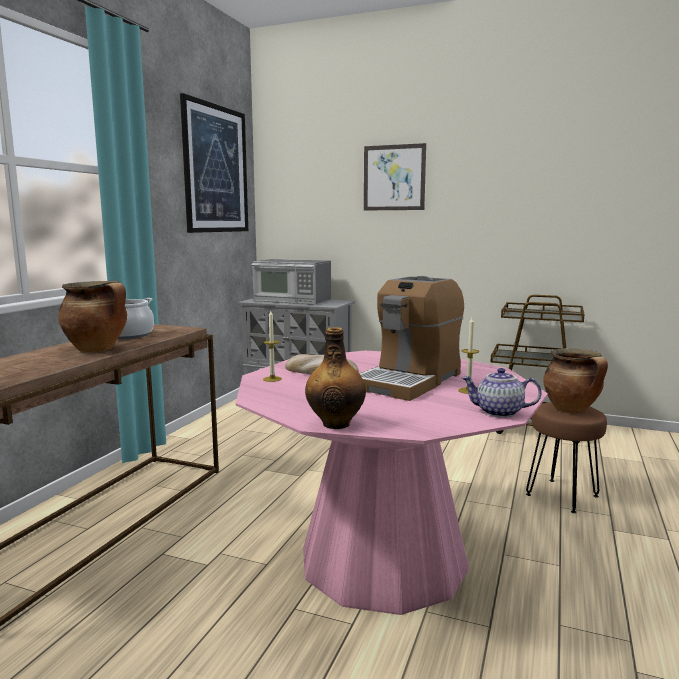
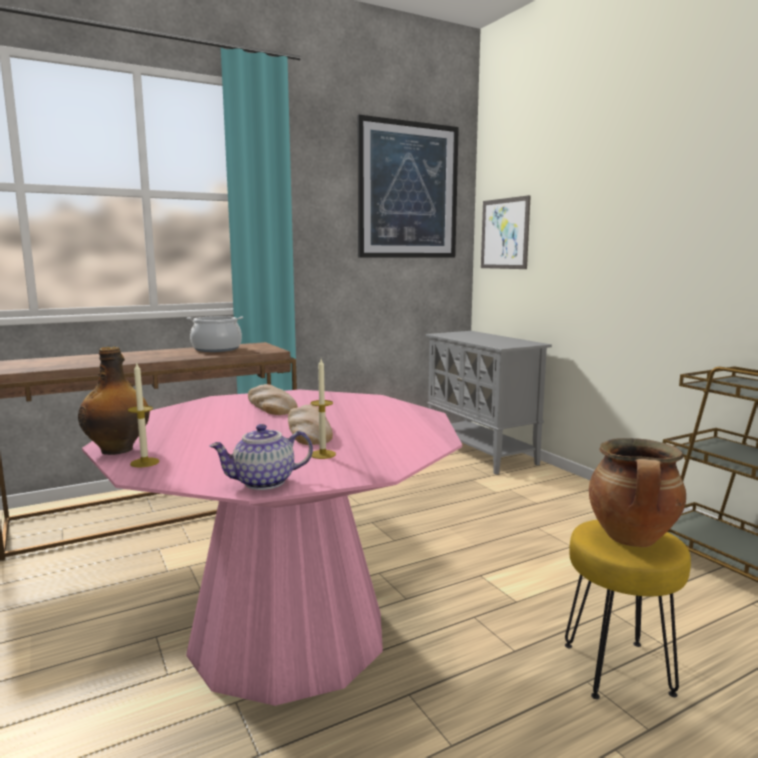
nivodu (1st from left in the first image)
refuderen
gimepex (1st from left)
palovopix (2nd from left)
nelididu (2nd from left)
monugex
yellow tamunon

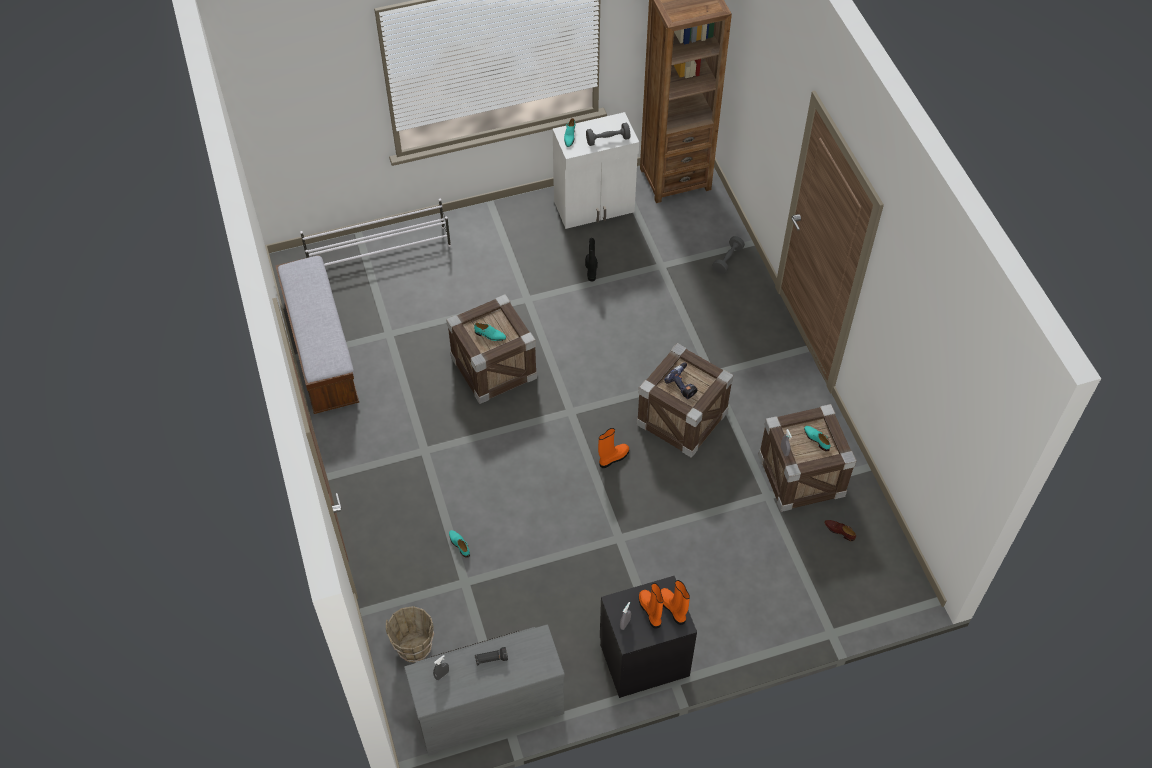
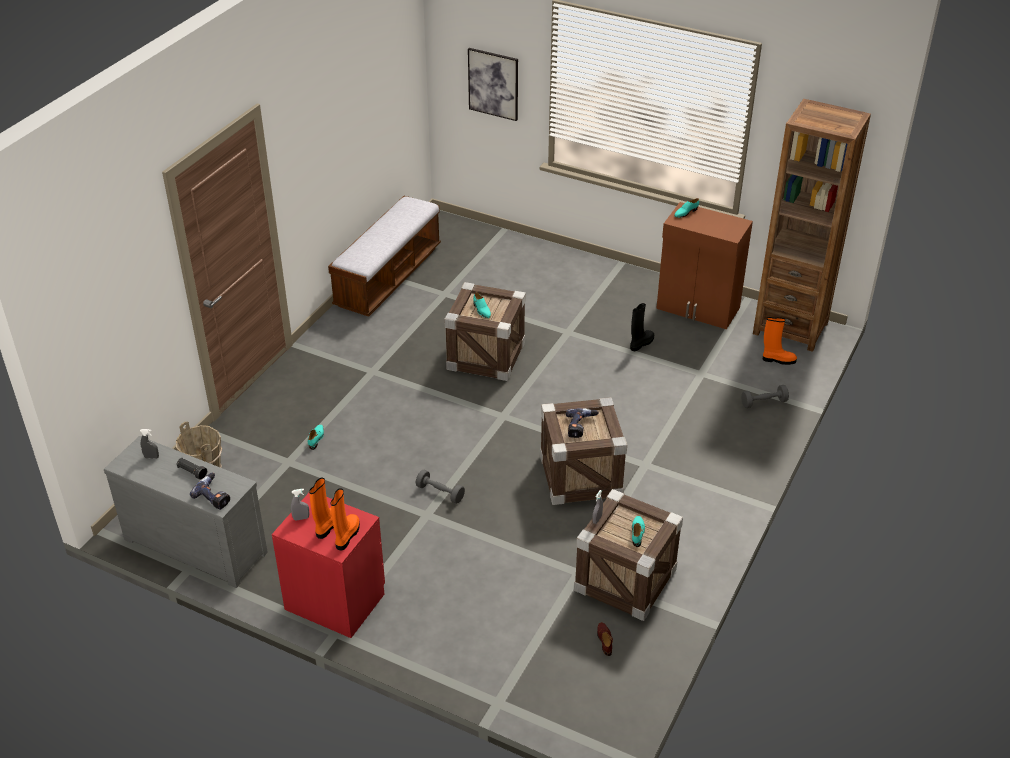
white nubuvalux
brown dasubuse
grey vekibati (1st from left)
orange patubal (3rd from left)
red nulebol
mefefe (1st from left)
nelididu

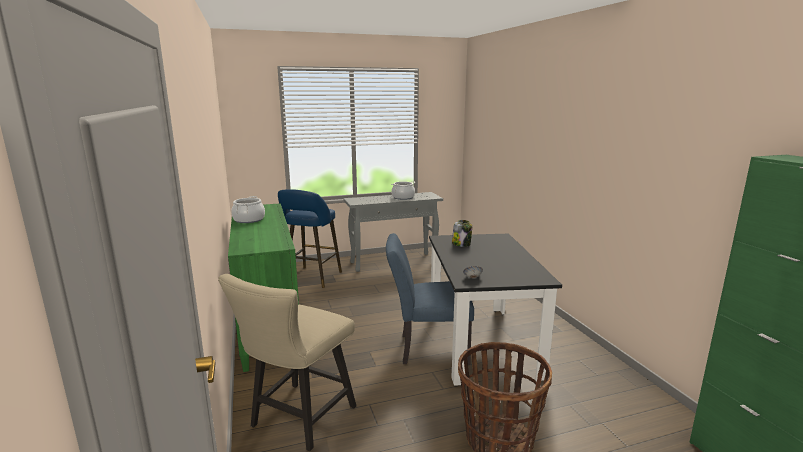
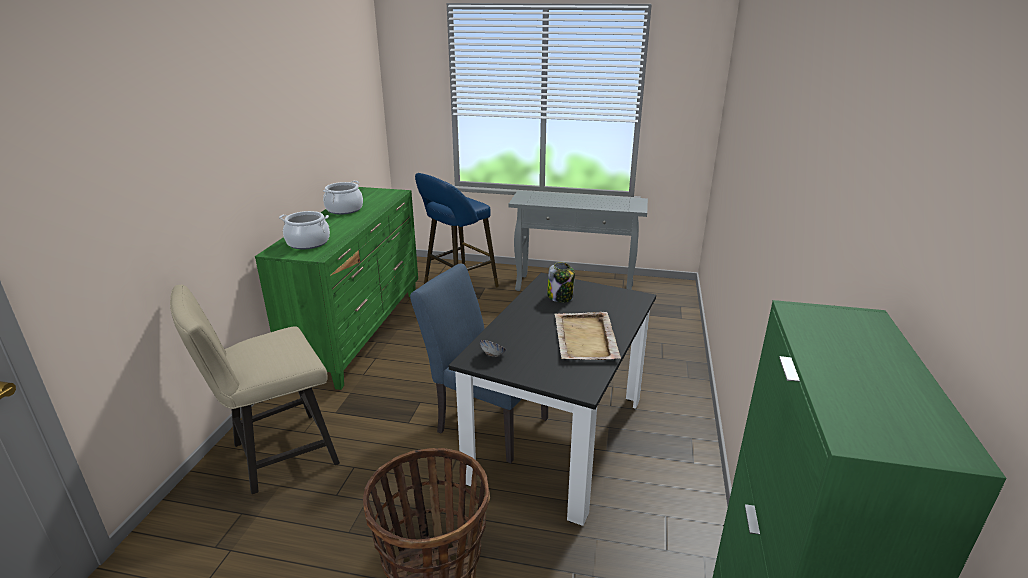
nivodu (1st from left)
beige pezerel

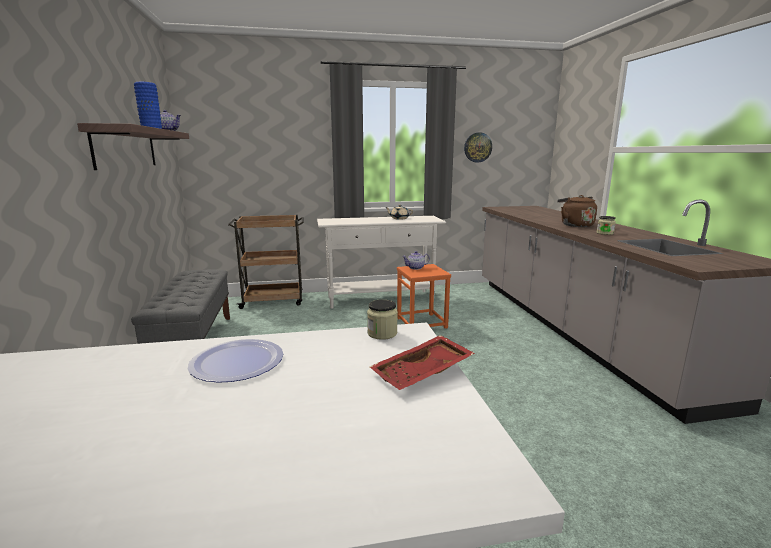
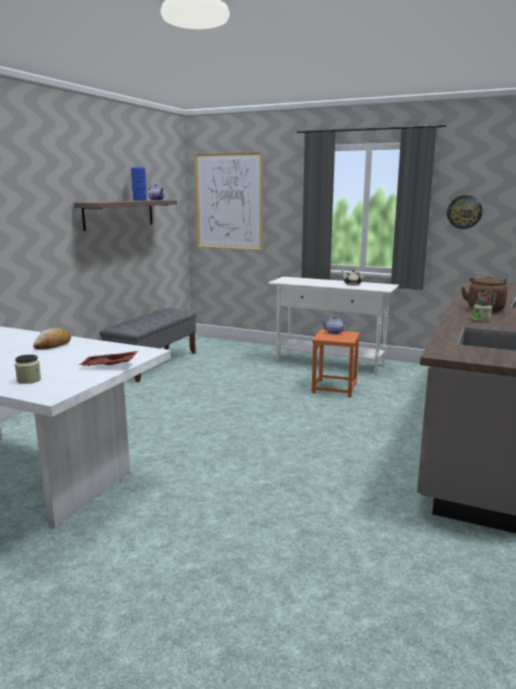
palovopix
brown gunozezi
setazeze (1st from left)
nelididu

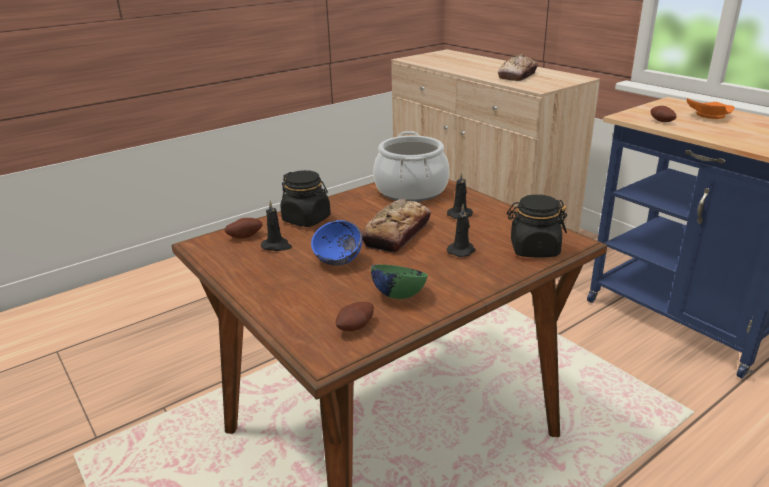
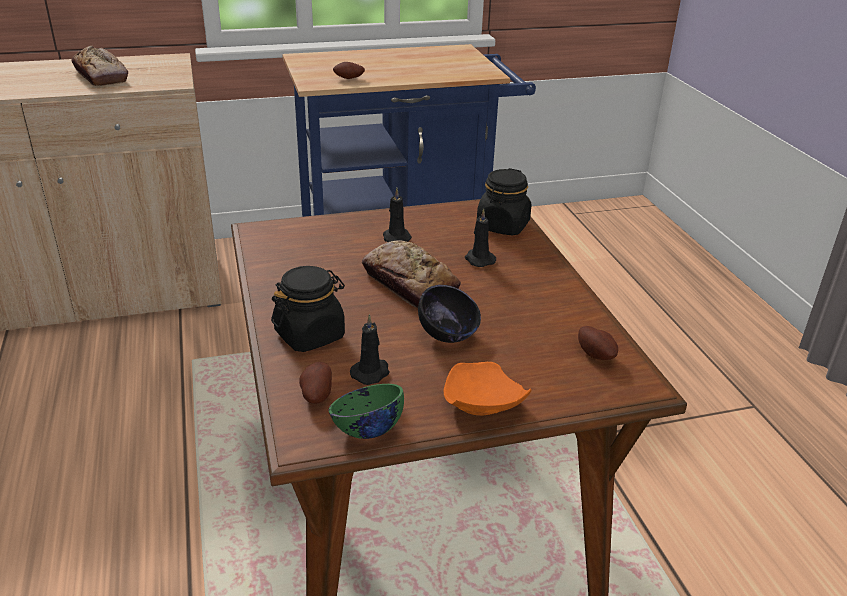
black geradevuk
green geradevuk
nivodu
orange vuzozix

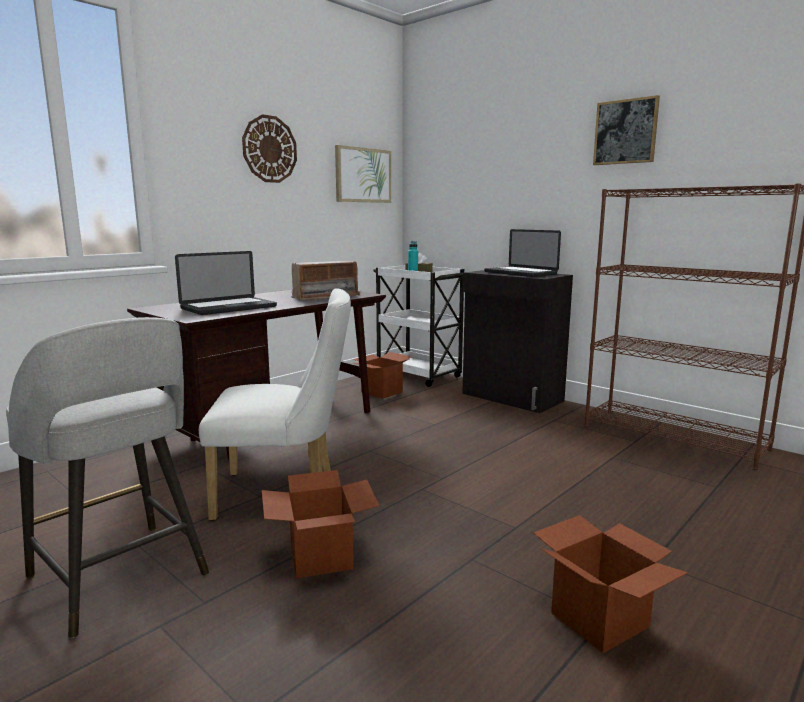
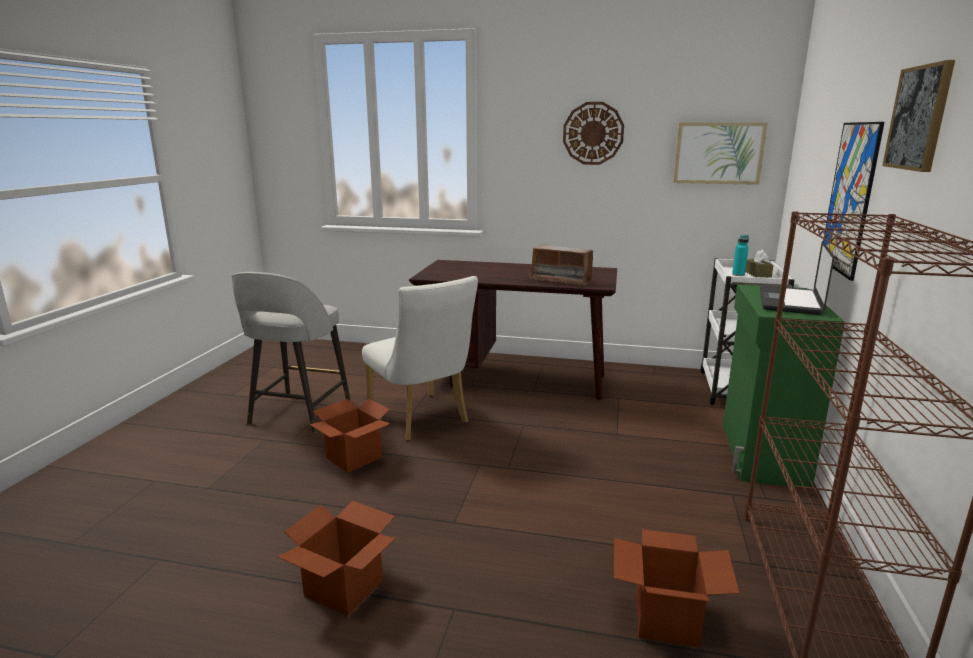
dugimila (1st from left in the first image)
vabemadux (3rd from left)
green dasubuse
nelididu (2nd from left)

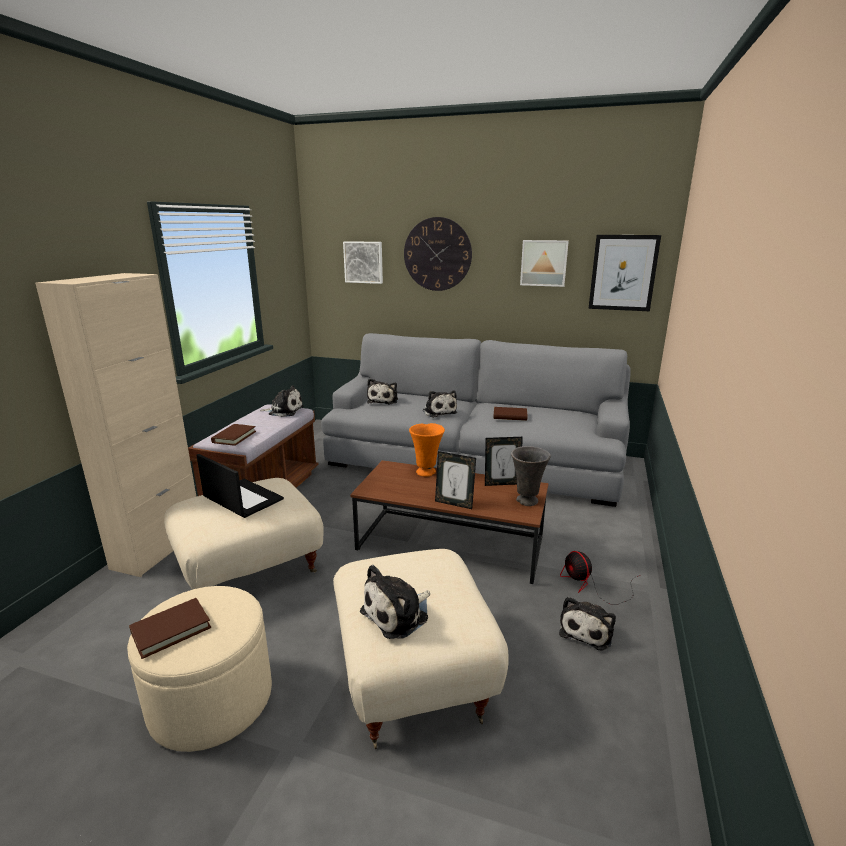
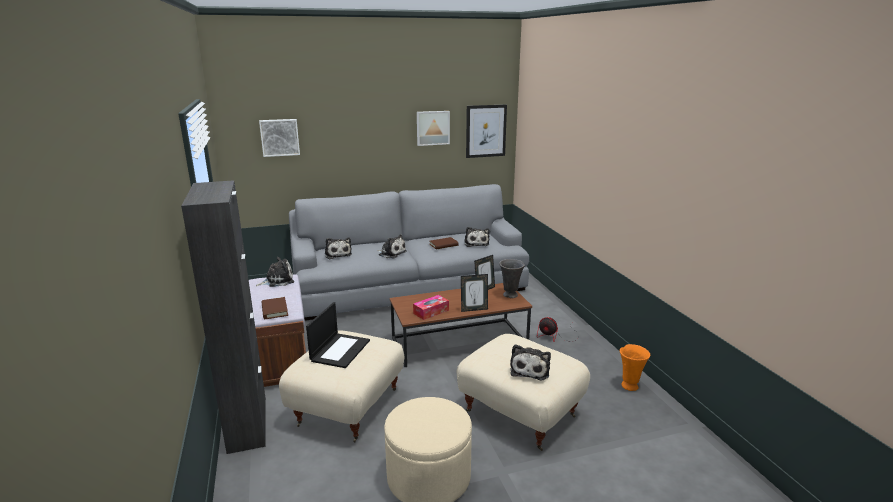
black dasubuse
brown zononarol (1st from left in the first image)
dugimila
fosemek
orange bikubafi
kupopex (4th from left)
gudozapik

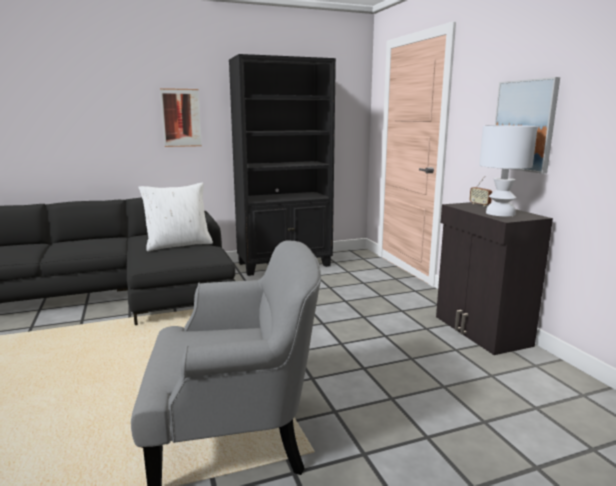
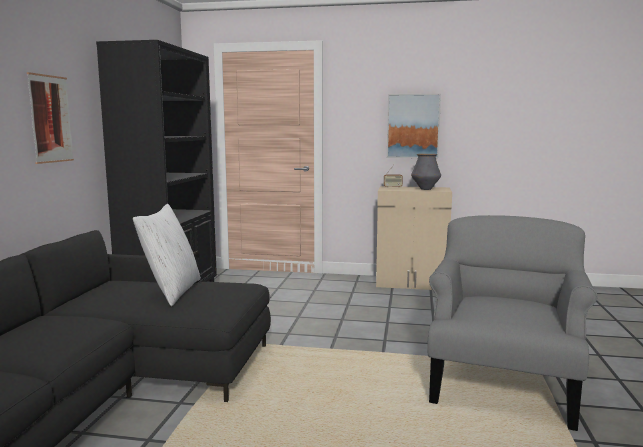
beige dasubuse
bikubafi

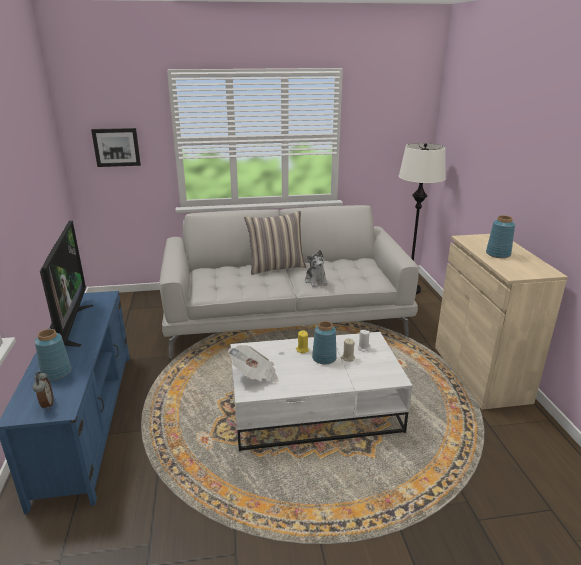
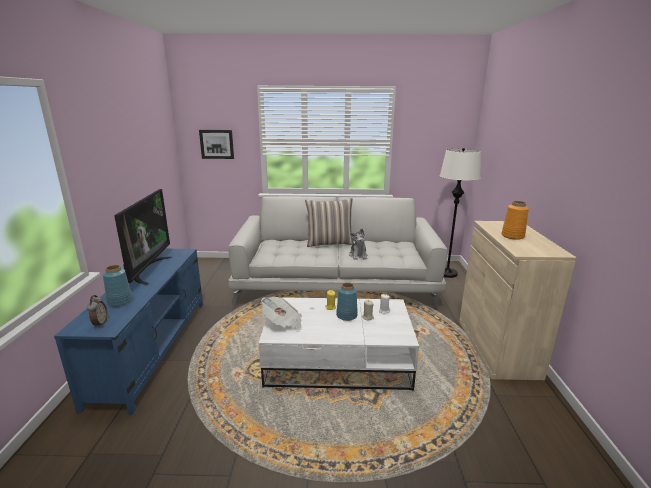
orange bikubafi

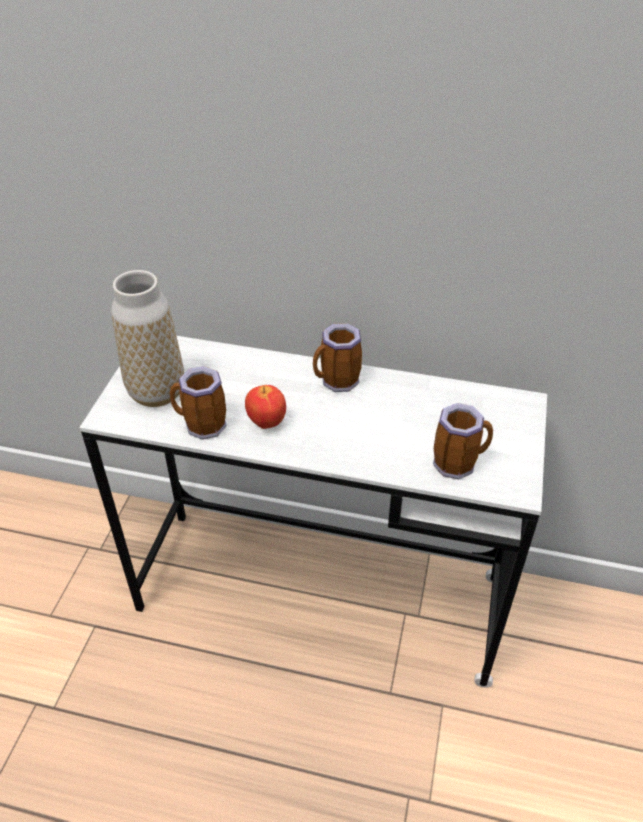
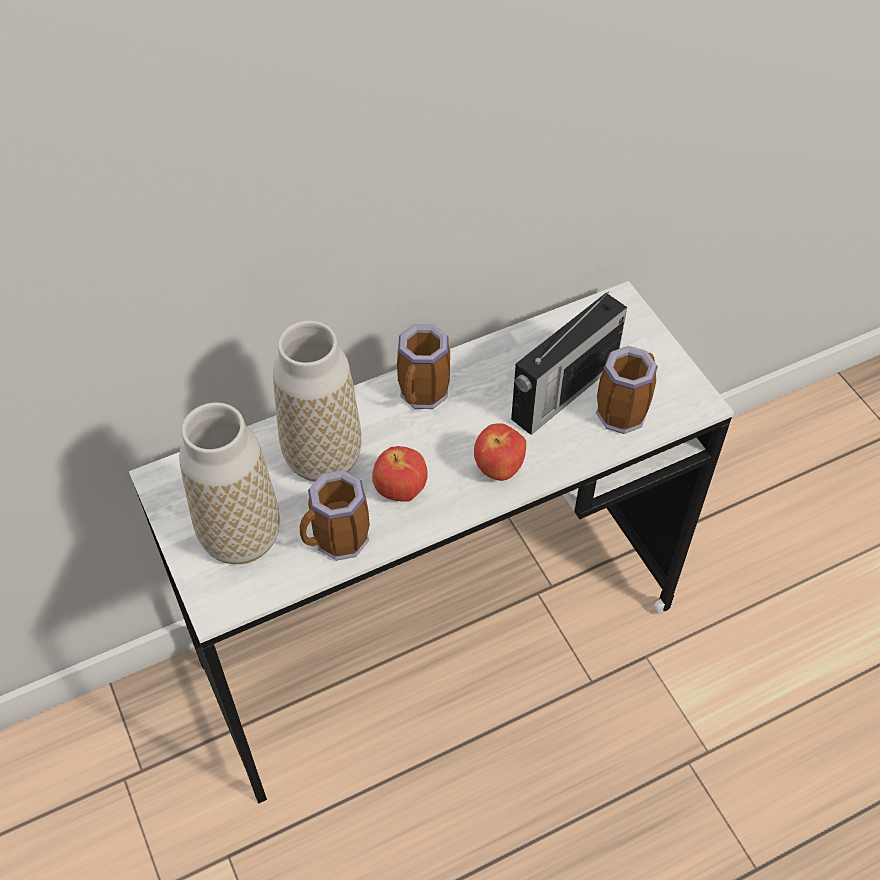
bikubafi (2nd from left)
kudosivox (2nd from left)
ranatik

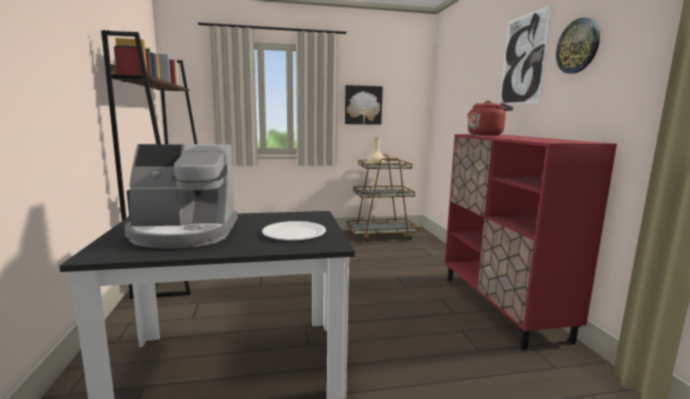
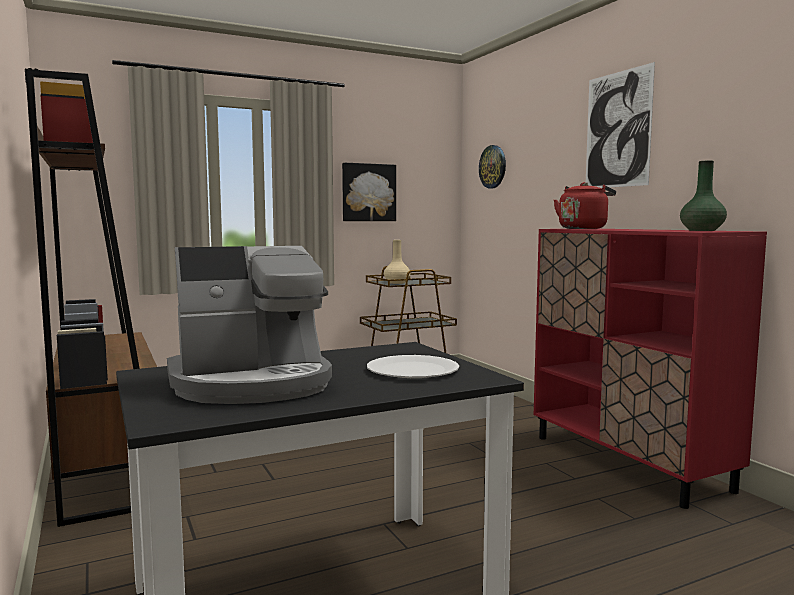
fosemek
green bikubafi

